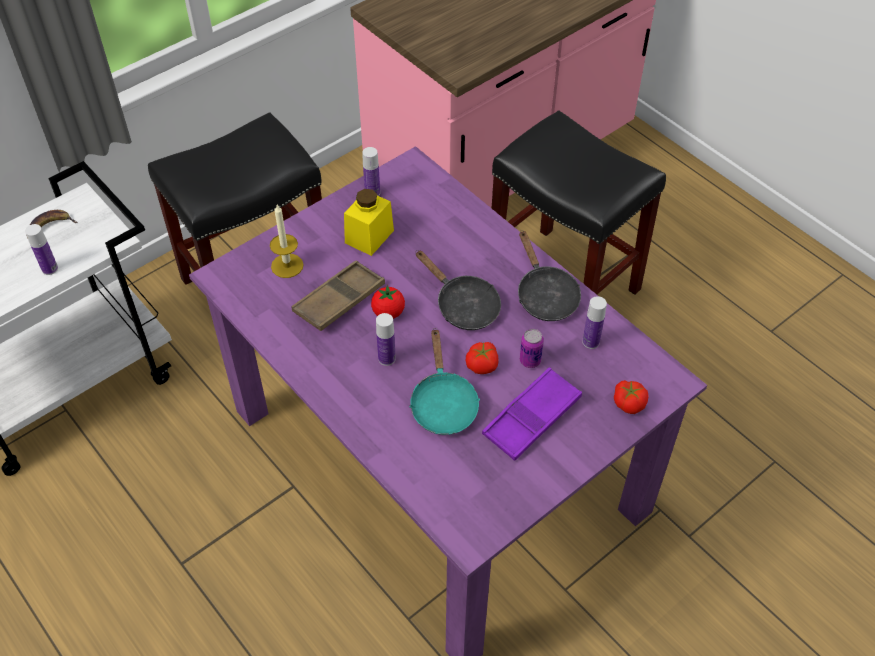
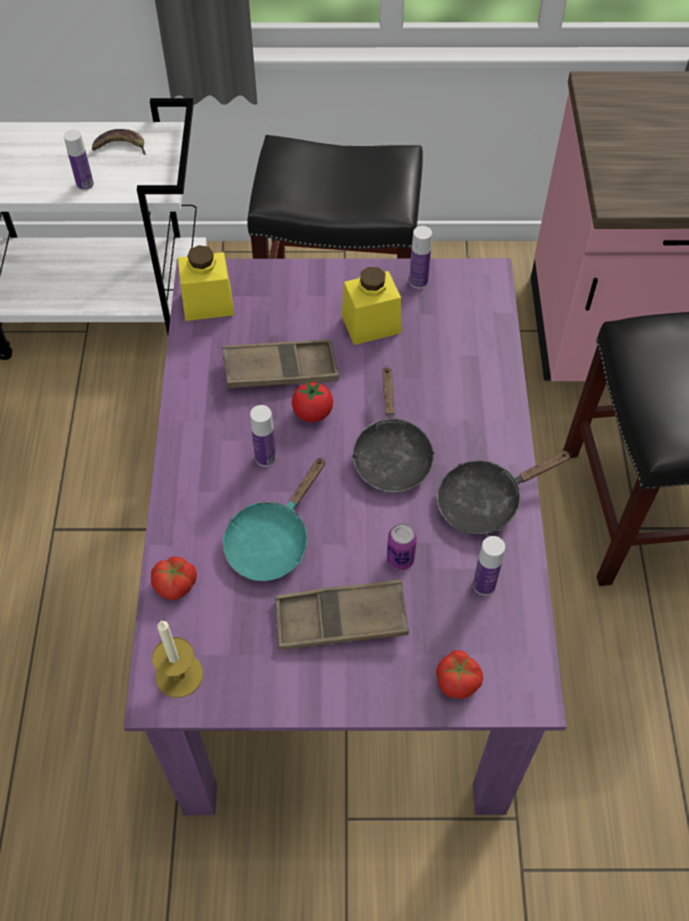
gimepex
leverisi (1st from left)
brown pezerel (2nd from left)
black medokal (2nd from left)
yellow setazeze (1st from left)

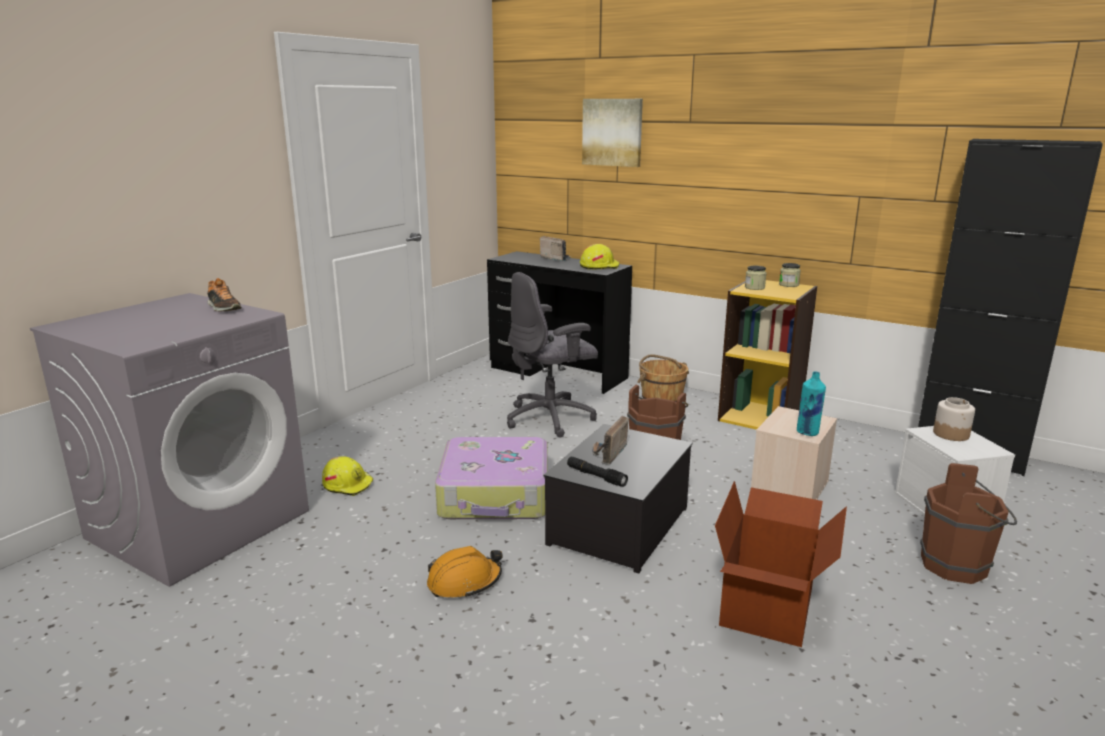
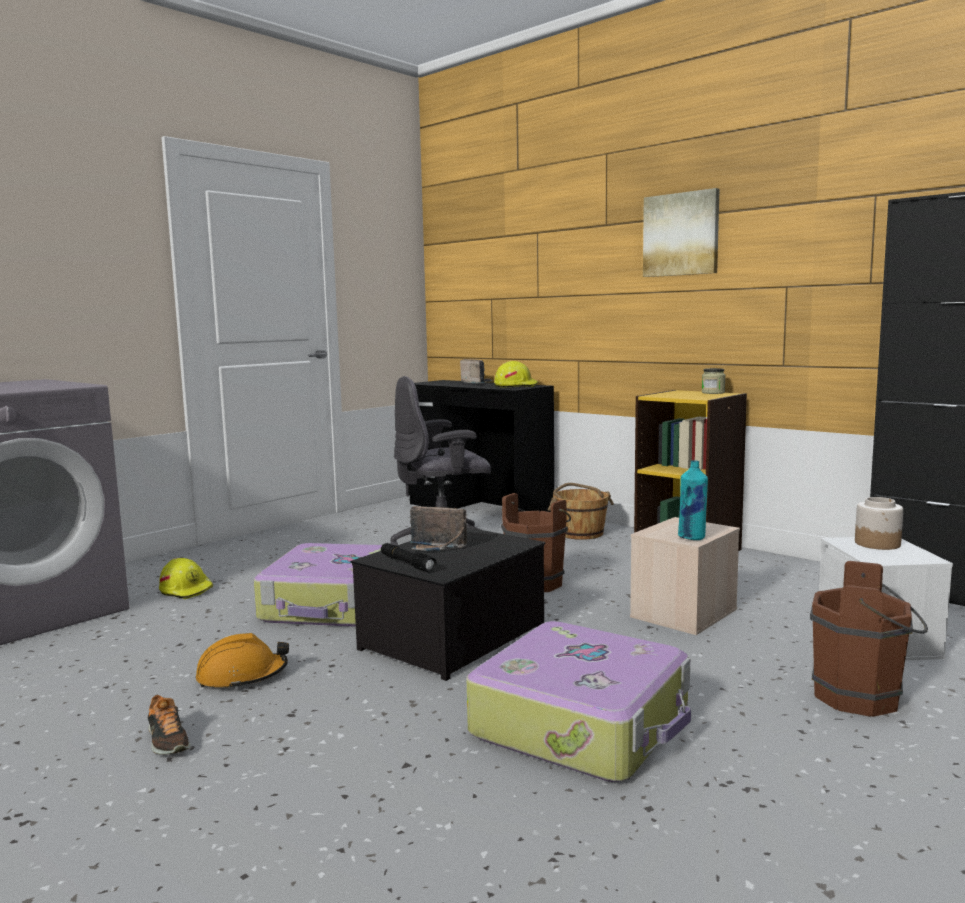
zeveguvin
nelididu
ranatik (1st from left)
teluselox (2nd from left)
setazeze (1st from left in the first image)

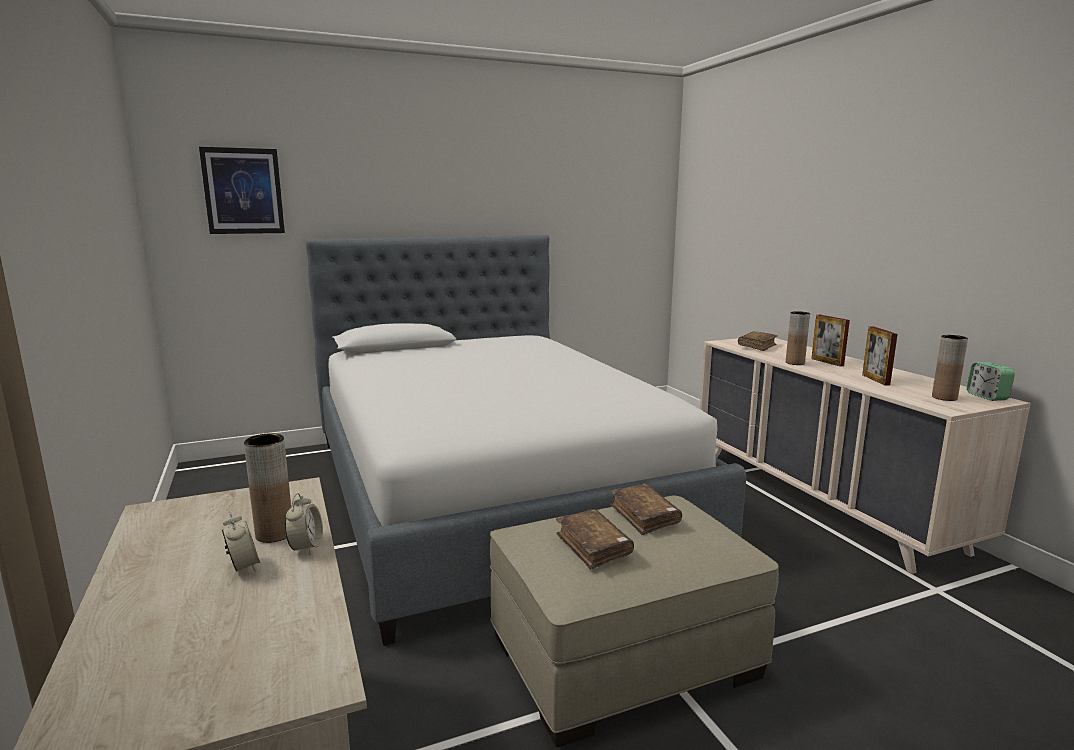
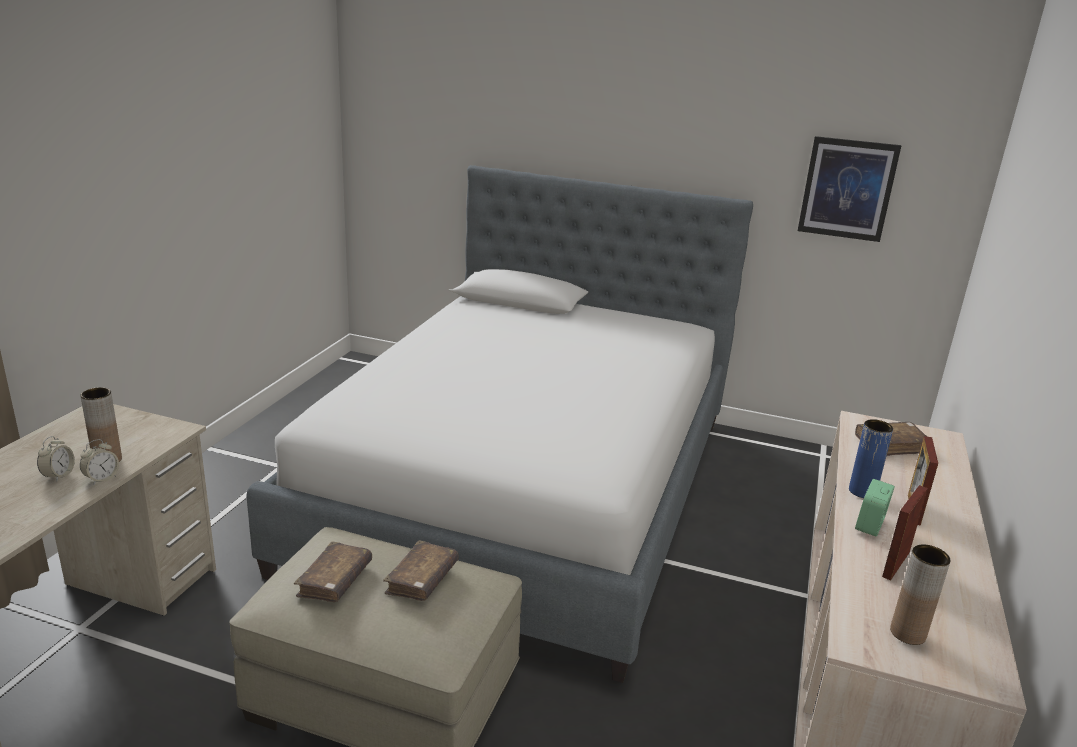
nelididu
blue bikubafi
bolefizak (3rd from left)

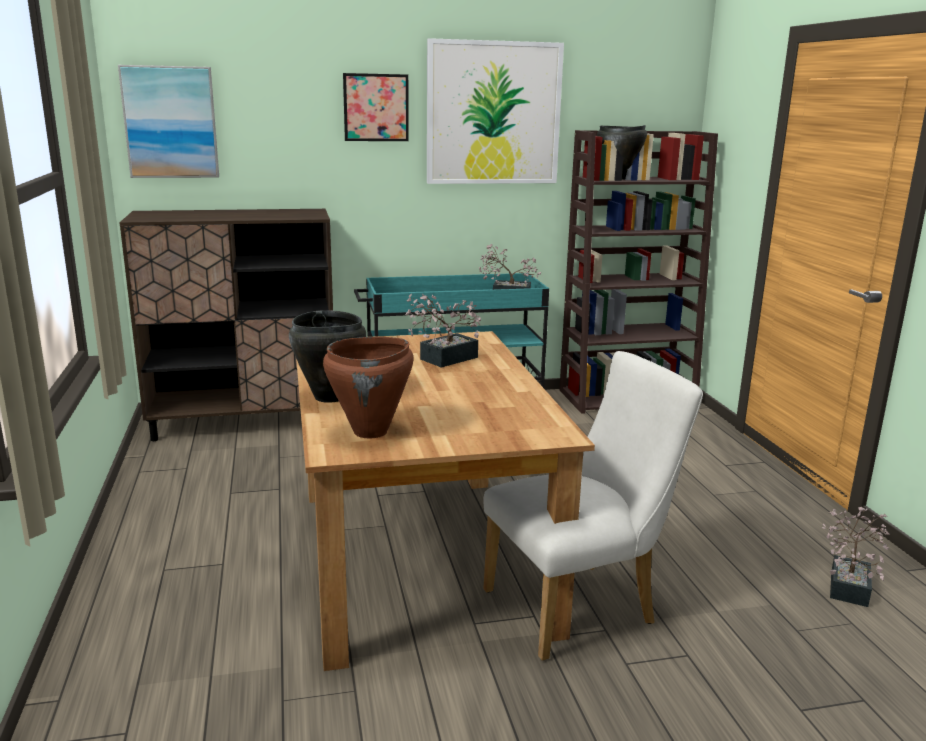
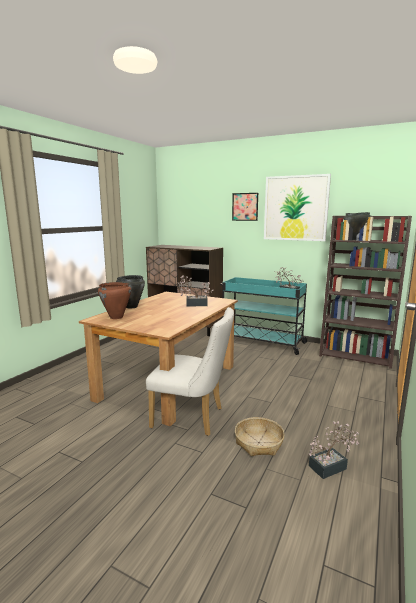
nelididu (1st from left in the first image)
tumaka

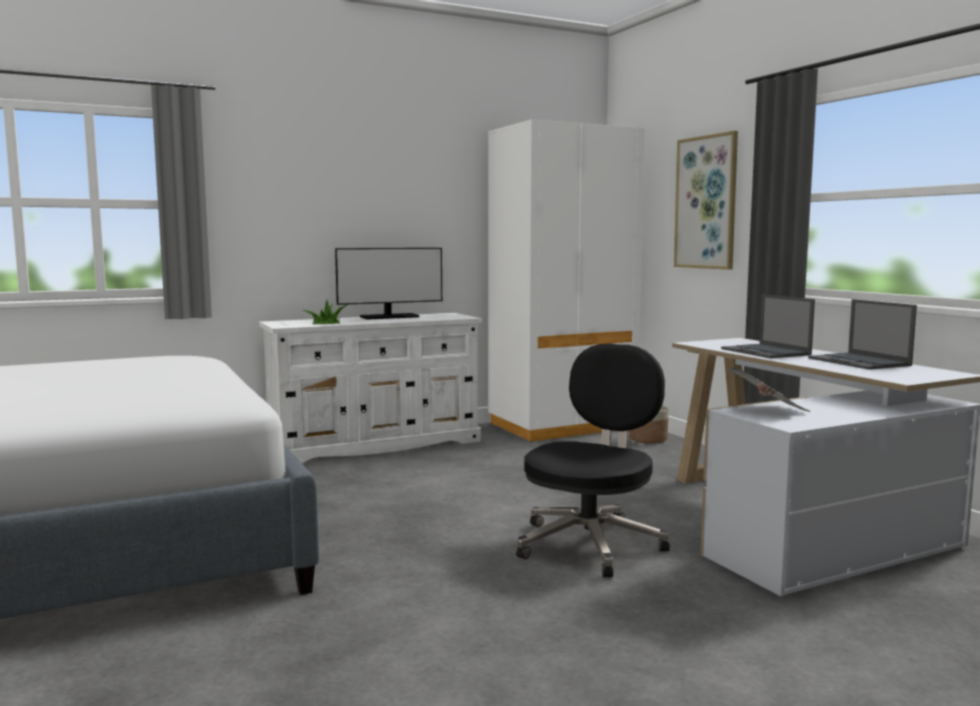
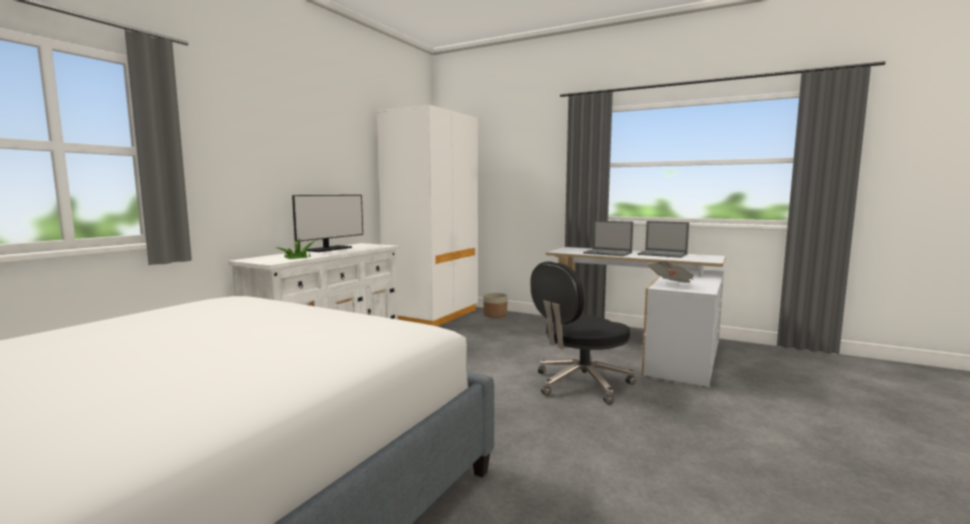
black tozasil
nelididu

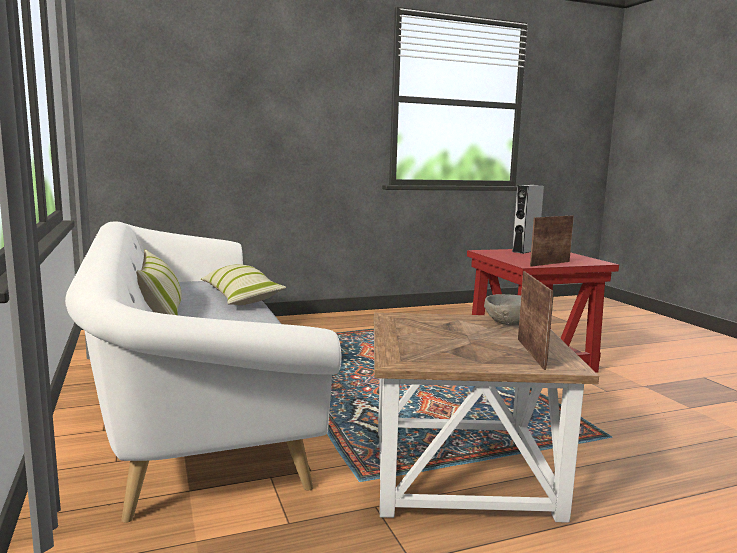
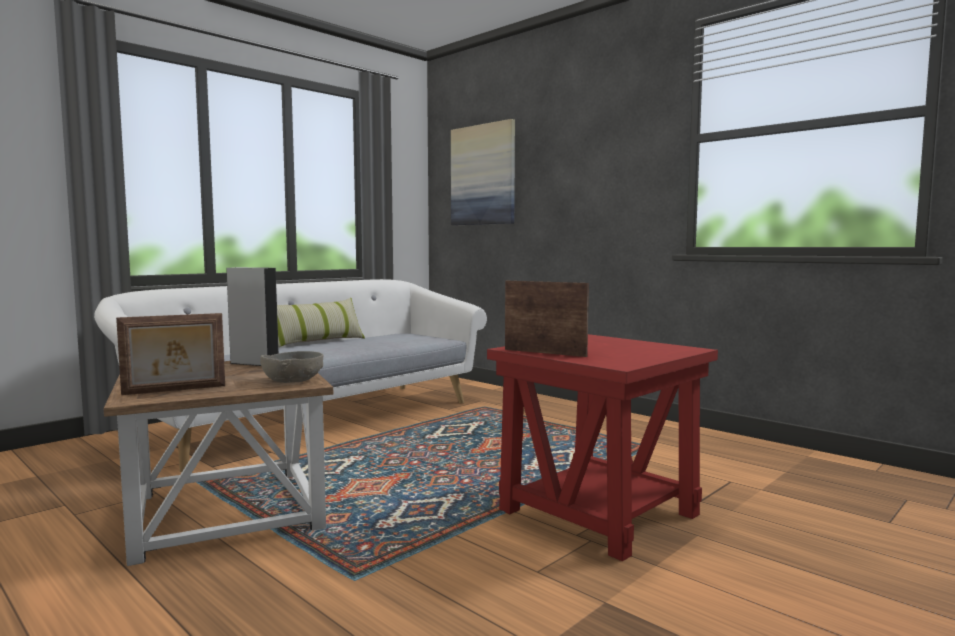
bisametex (2nd from left in the first image)
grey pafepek
nelididu

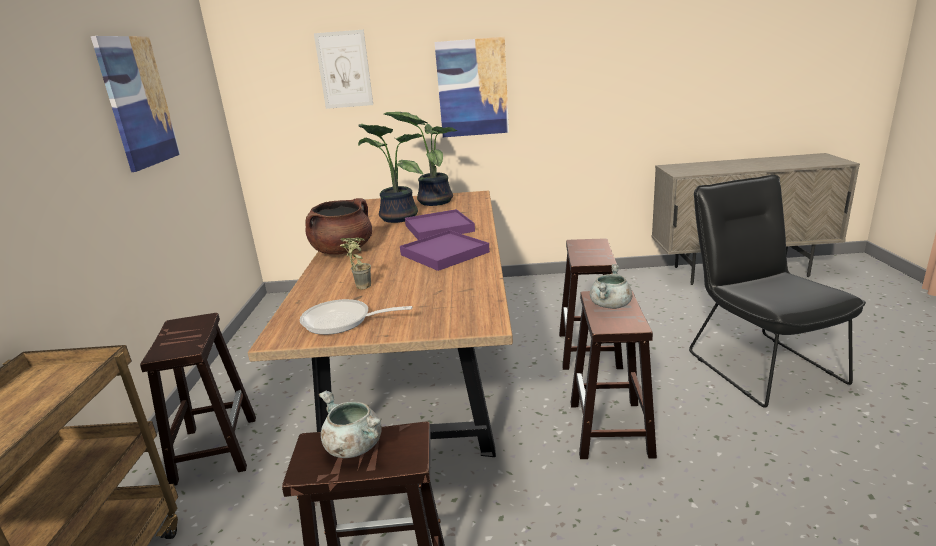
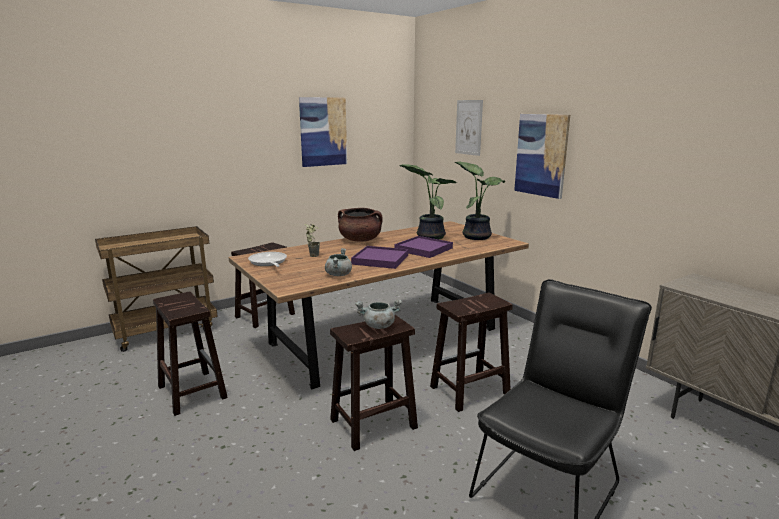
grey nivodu (1st from left)

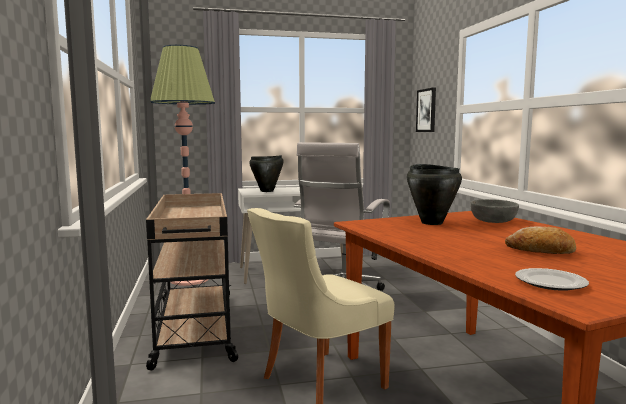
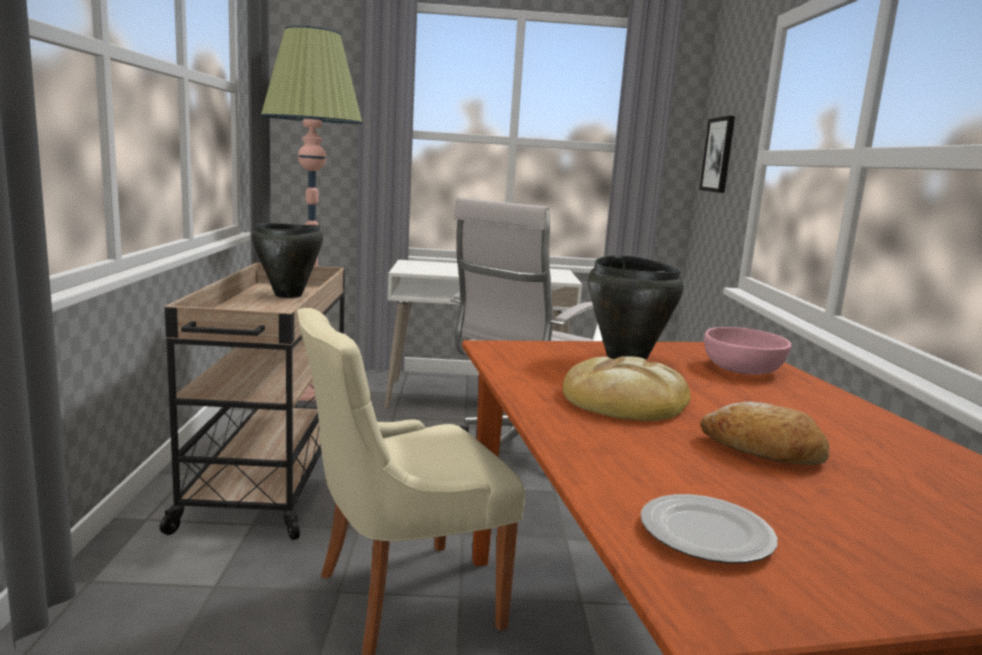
black nivodu (1st from left)
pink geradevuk
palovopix (1st from left)

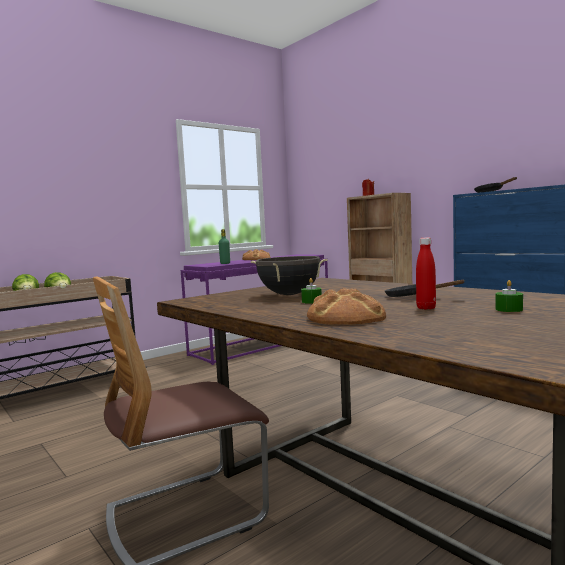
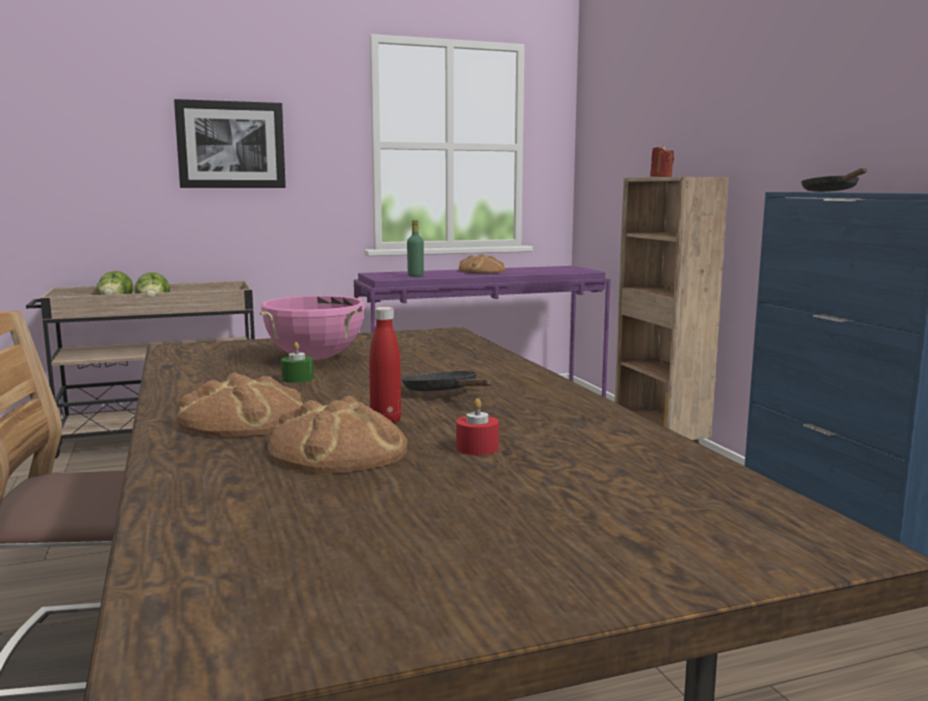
pink nivodu
red gimepex (1st from left)
nelididu
palovopix (2nd from left)

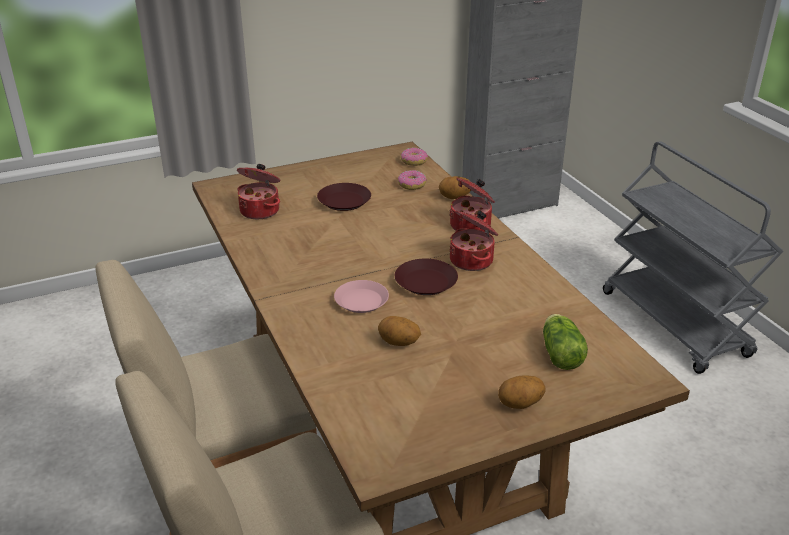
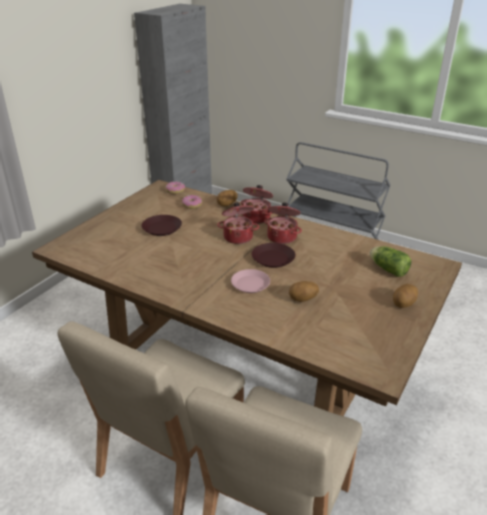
nivodu (1st from left)

